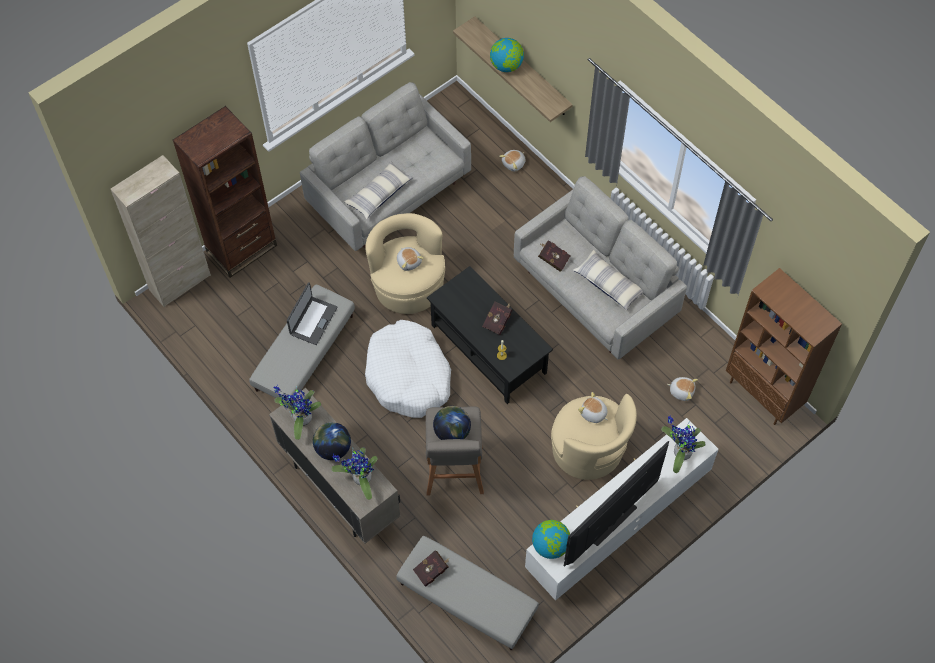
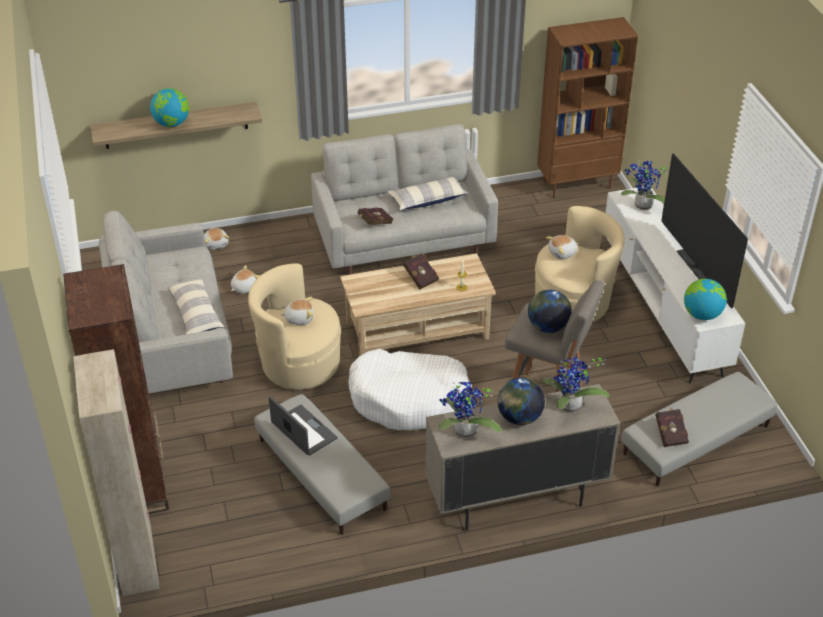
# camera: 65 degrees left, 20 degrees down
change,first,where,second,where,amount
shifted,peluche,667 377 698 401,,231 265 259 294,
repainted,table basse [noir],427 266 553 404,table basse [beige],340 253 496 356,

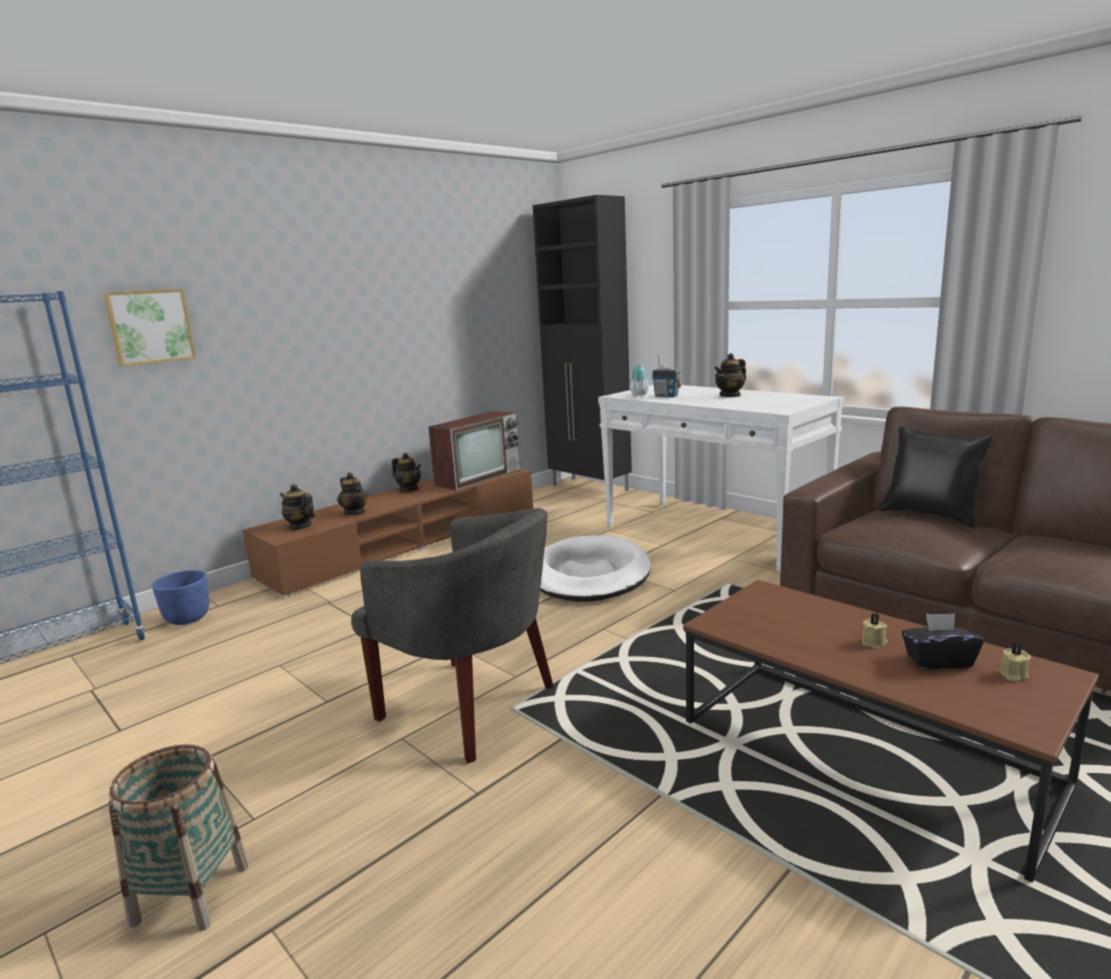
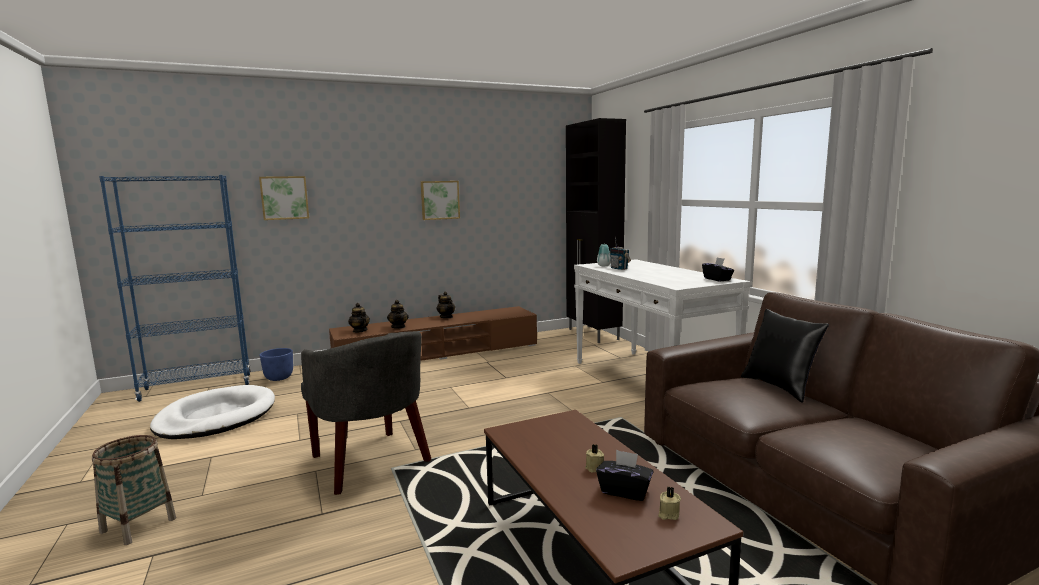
# camera: 20 degrees right, 5 degrees down
change,first,where,second,where,amount
shifted,panier pour chien [blanc],540 535 651 602,,150 385 275 439,
new,,,tableau,421 181 460 220,
new,,,boîte à mouchoirs [noir],702 257 734 281,
gone,téléviseur,428 411 520 490,,,
gone,théière,714 353 746 397,,,

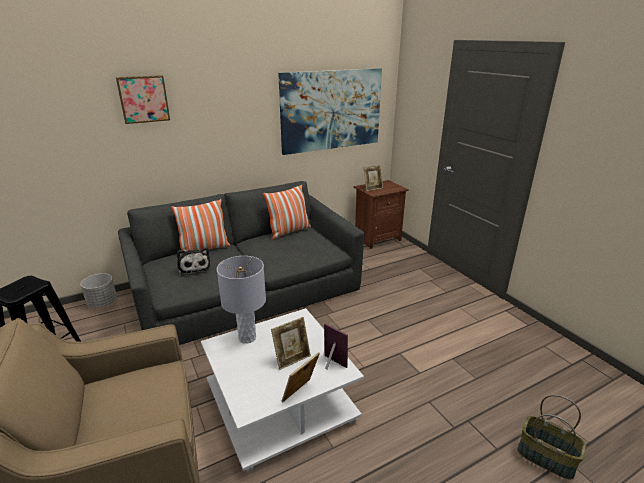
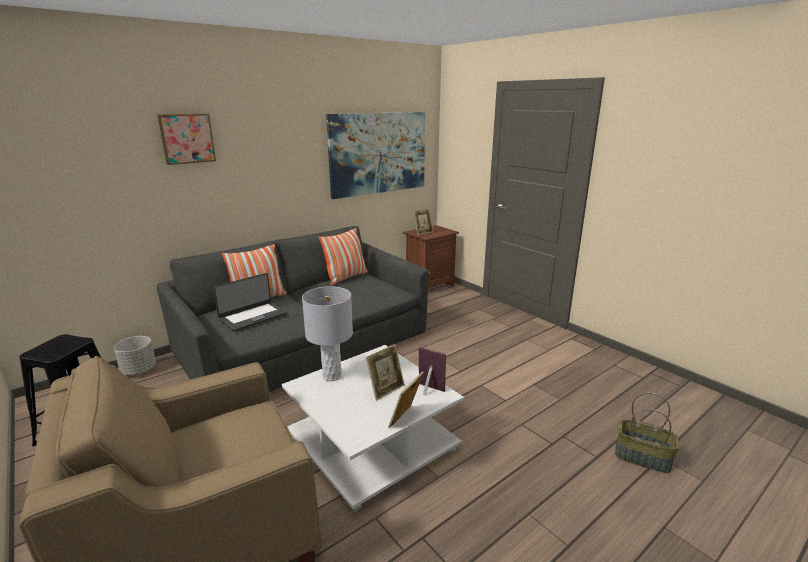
# camera: 10 degrees left, 5 degrees down
change,first,where,second,where,amount
swapped,peluche,177 248 211 276,ordinateur portable,213 273 287 331,

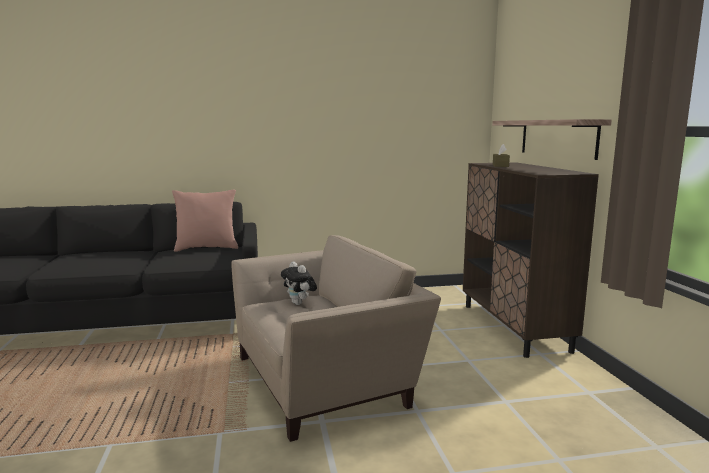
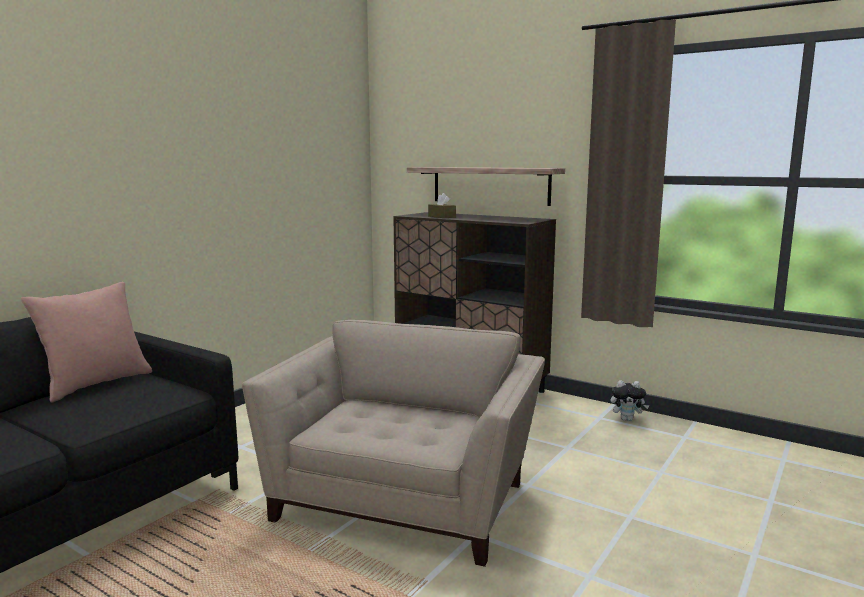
# camera: 45 degrees left, 0 degrees up
change,first,where,second,where,amount
shifted,peluche,281 261 317 305,,611 380 649 421,

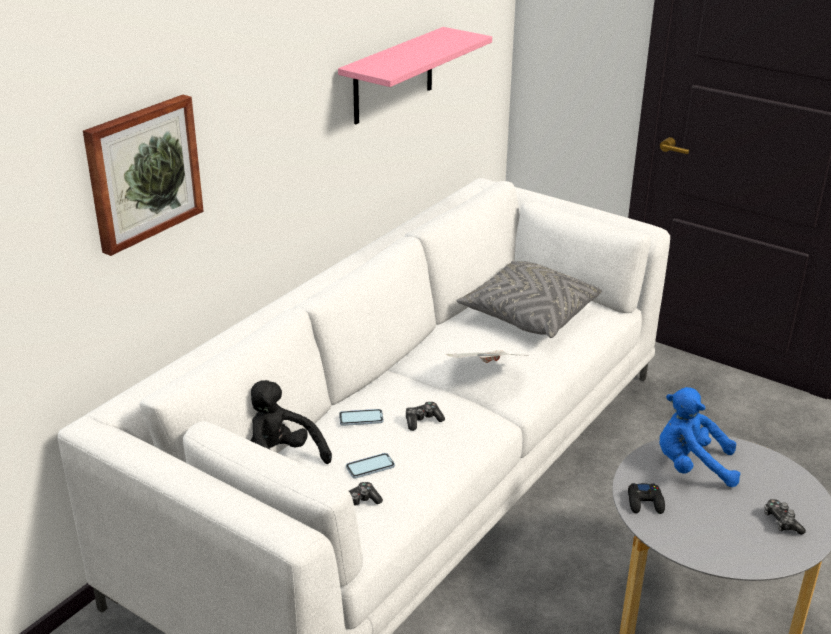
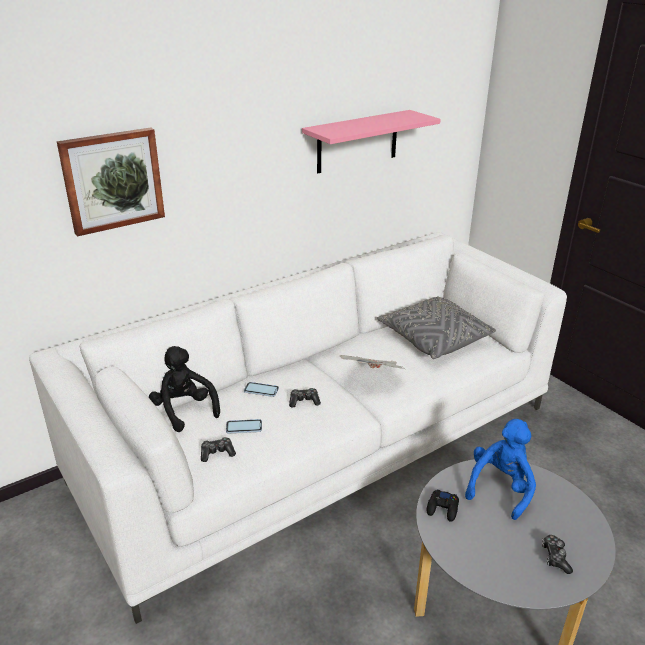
# camera: 20 degrees right, 0 degrees up
change,first,where,second,where,amount
rotated,peluche [bleu],659 387 741 487,,465 419 536 520,90 degrees clockwise

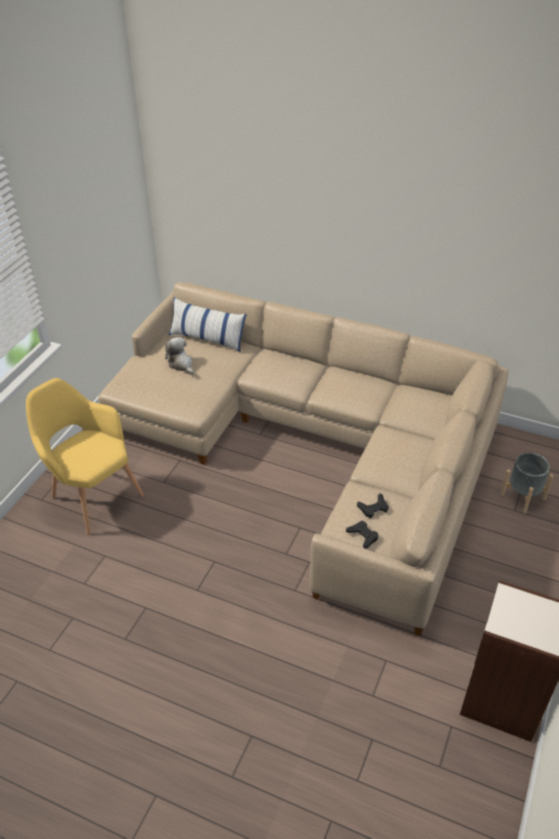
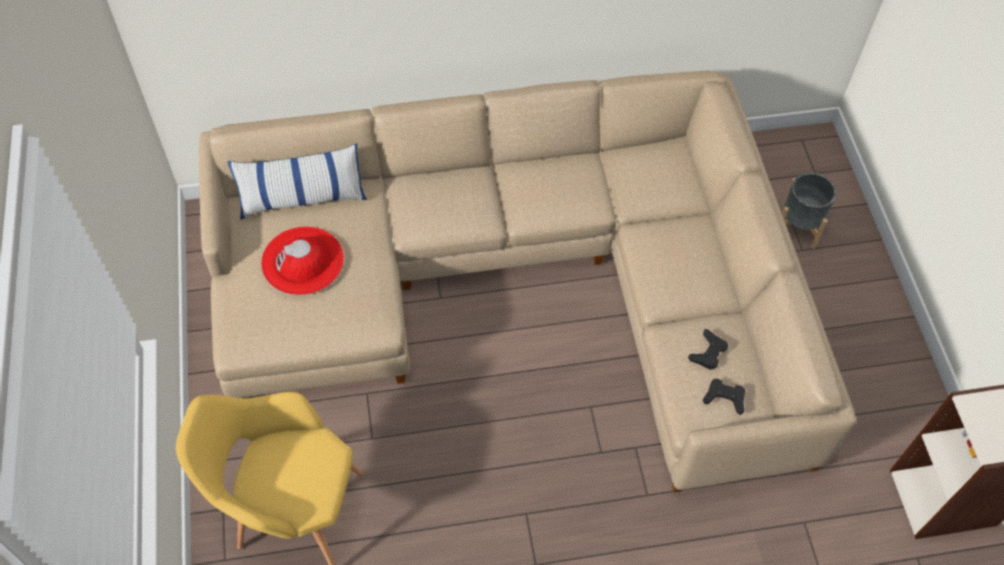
# camera: 35 degrees left, 15 degrees up
change,first,where,second,where,amount
swapped,peluche,165 337 194 375,chapeau [rouge],261 226 344 295,

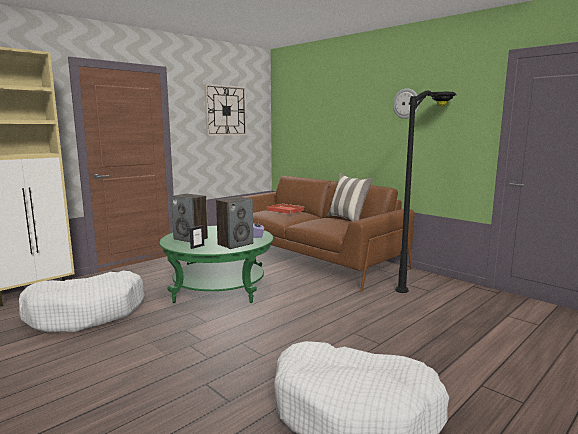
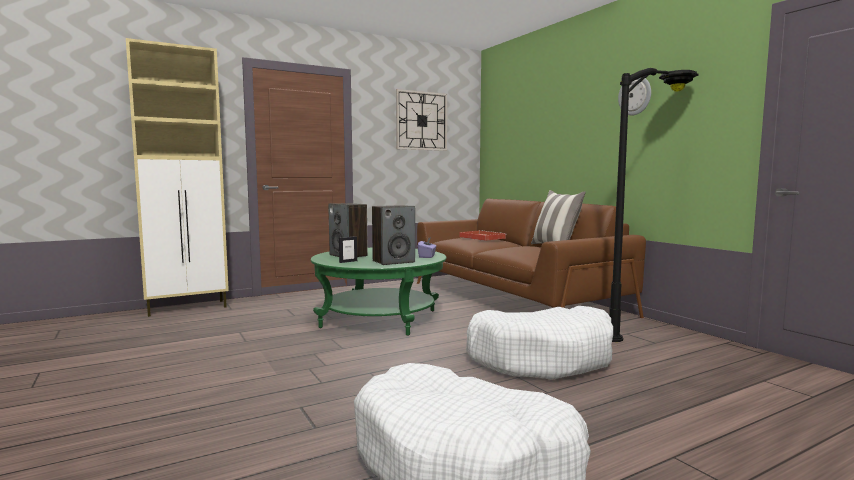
# camera: 15 degrees right, 5 degrees down
change,first,where,second,where,amount
shifted,panier pour chien [blanc],19 270 144 332,,466 306 613 380,

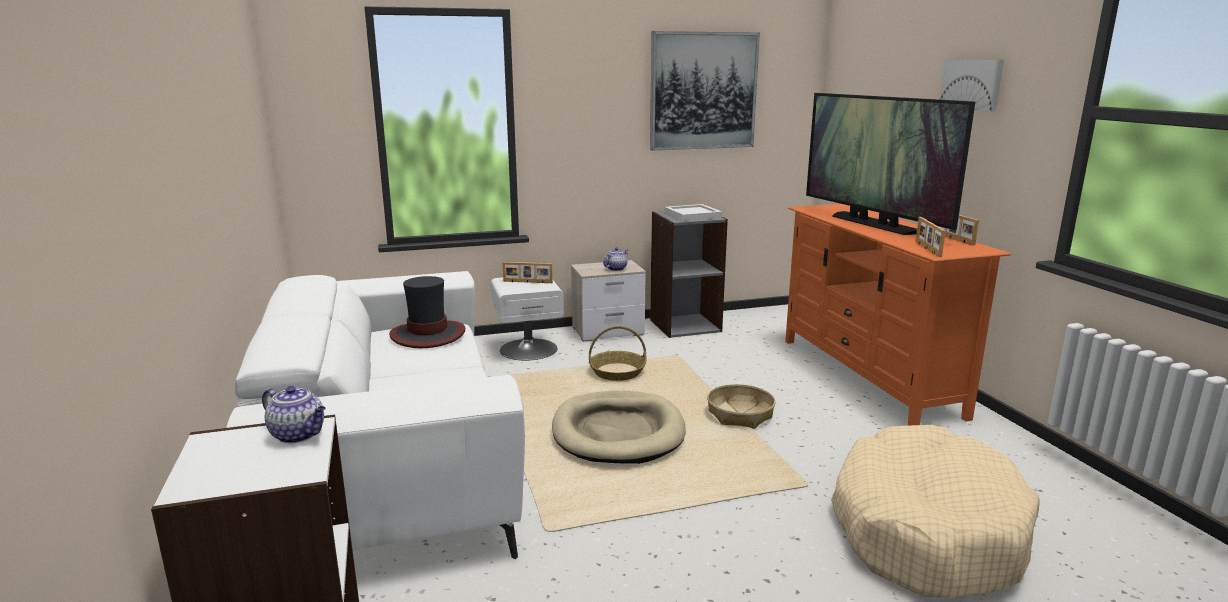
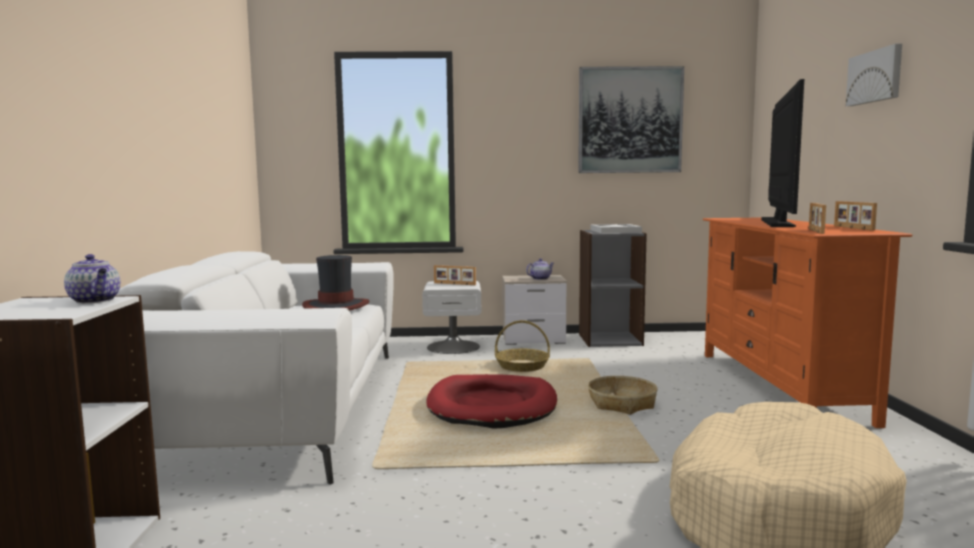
# camera: 15 degrees right, 10 degrees down
change,first,where,second,where,amount
repainted,panier pour chien [beige],552 391 686 464,panier pour chien [rouge],426 374 557 429,
rotated,téléviseur,806 93 975 235,,761 79 804 227,150 degrees counterclockwise

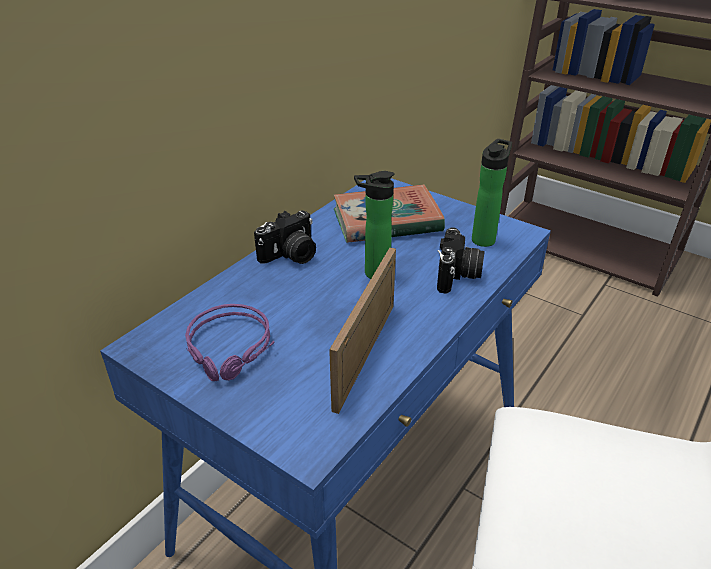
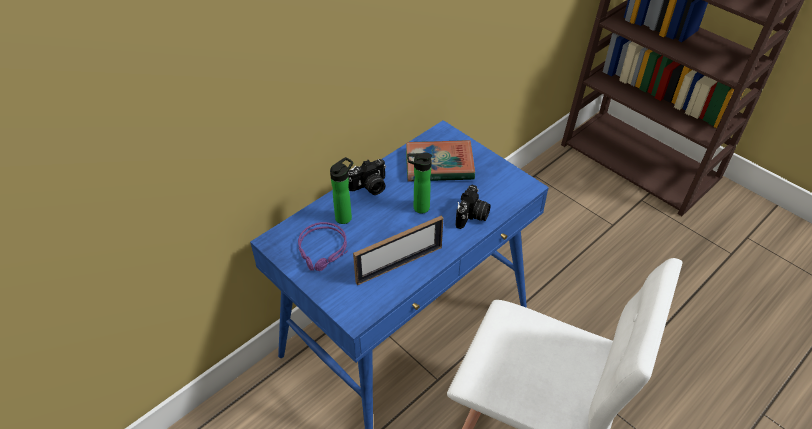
# camera: 10 degrees right, 10 degrees up
change,first,where,second,where,amount
shifted,bouteille,472 139 512 247,,330 157 353 224,
rotated,cadre photo,329 248 396 414,,353 216 443 285,150 degrees counterclockwise

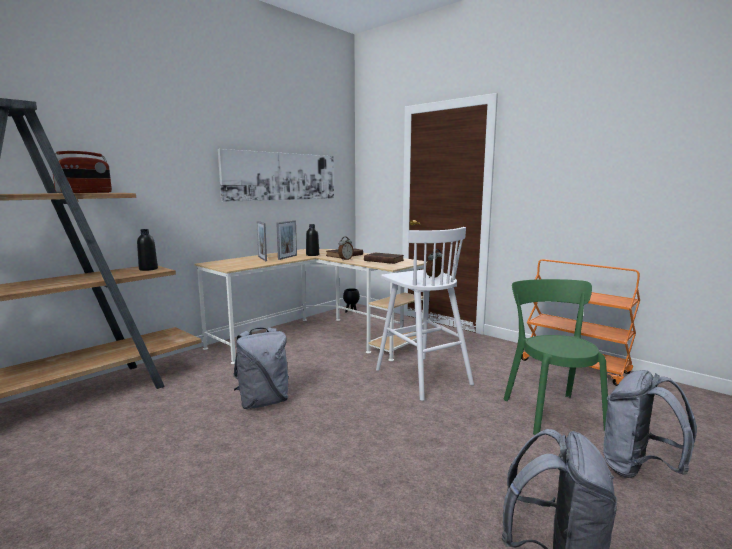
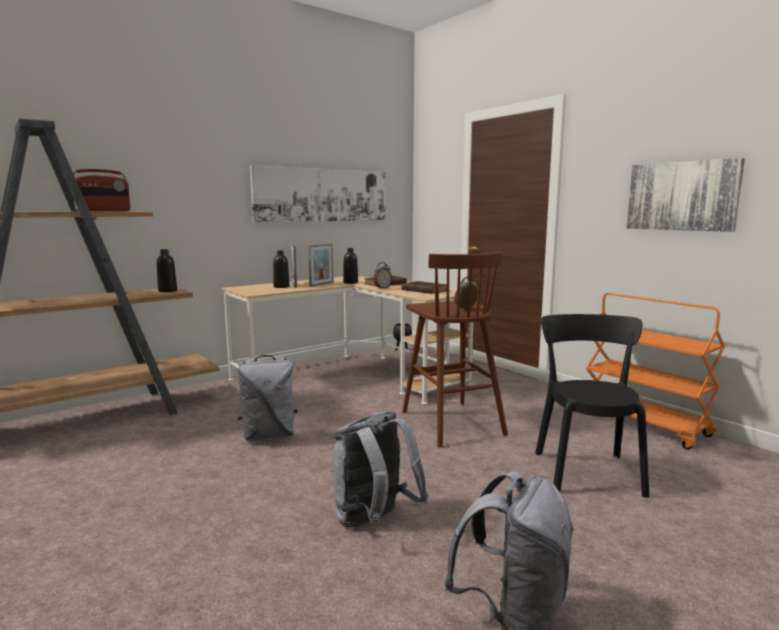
# camera: 10 degrees right, 0 degrees up
change,first,where,second,where,amount
new,,,bouteille [noir],273 250 290 288,
shifted,sac à dos [gris],603 370 697 478,,334 411 429 527,
repainted,tabouret [blanc],376 227 474 401,tabouret [marron],402 251 508 447,
repainted,chaise [vert],503 279 608 435,chaise [noir],535 314 650 498,
new,,,tableau,627 158 745 232,

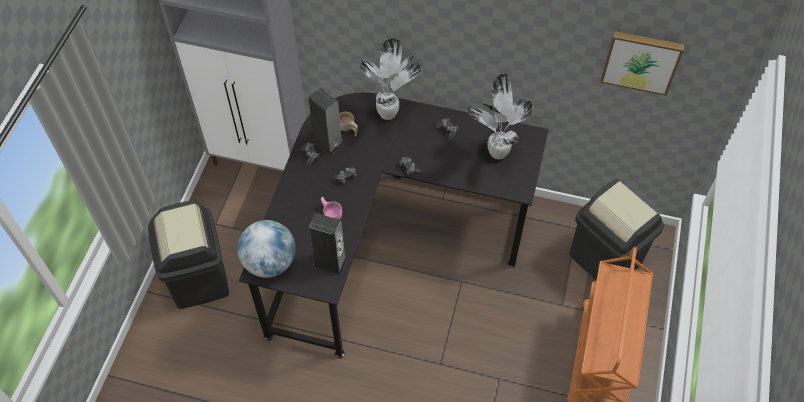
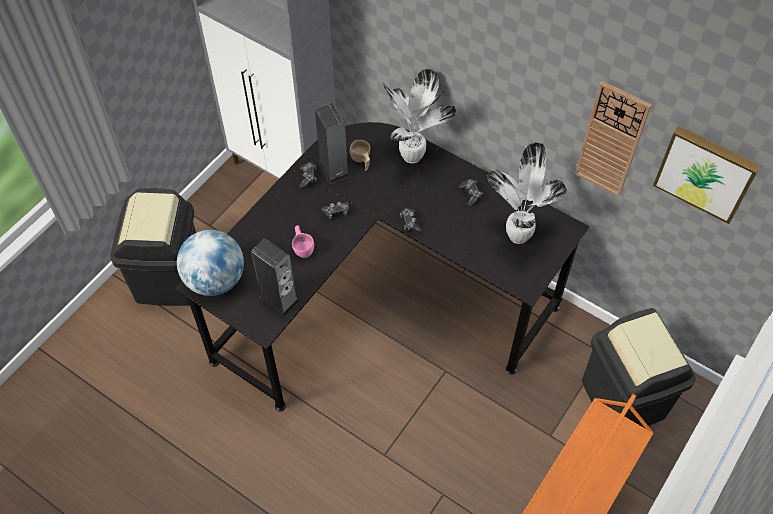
# camera: 20 degrees right, 0 degrees up
change,first,where,second,where,amount
new,,,horloge murale,575 81 652 196,

